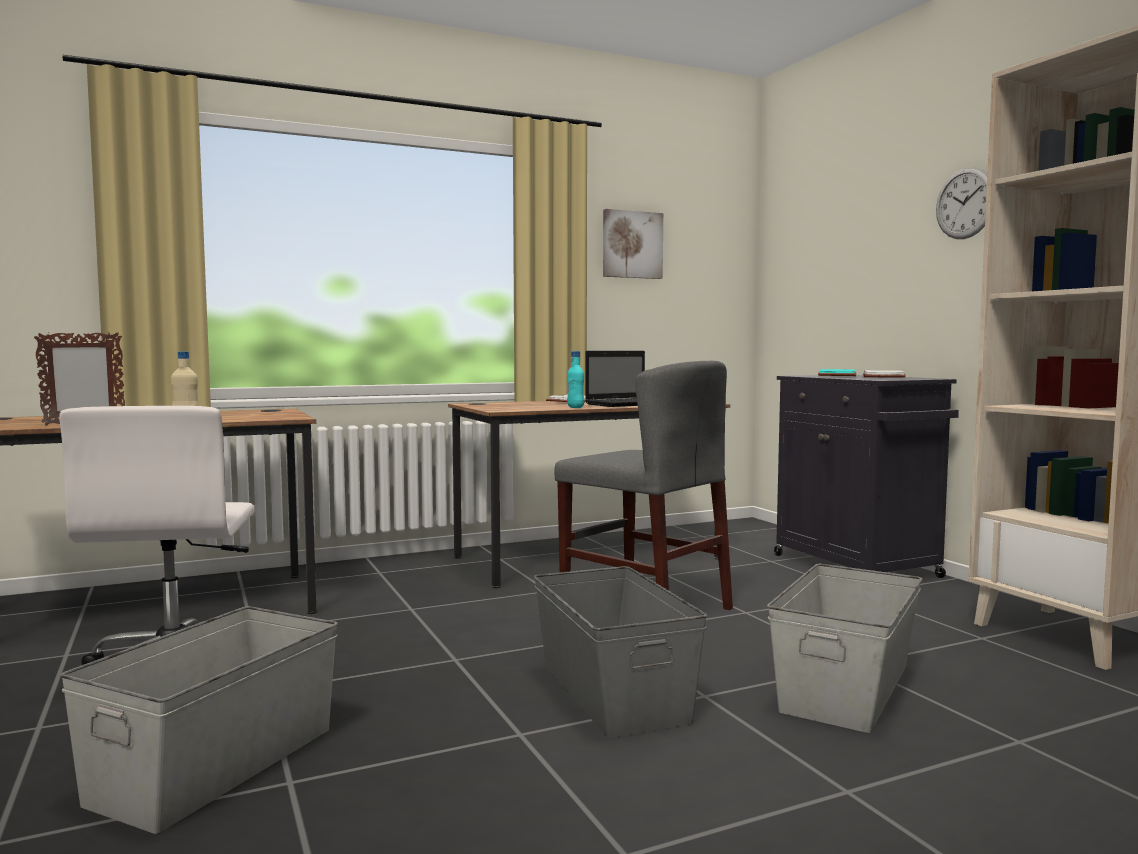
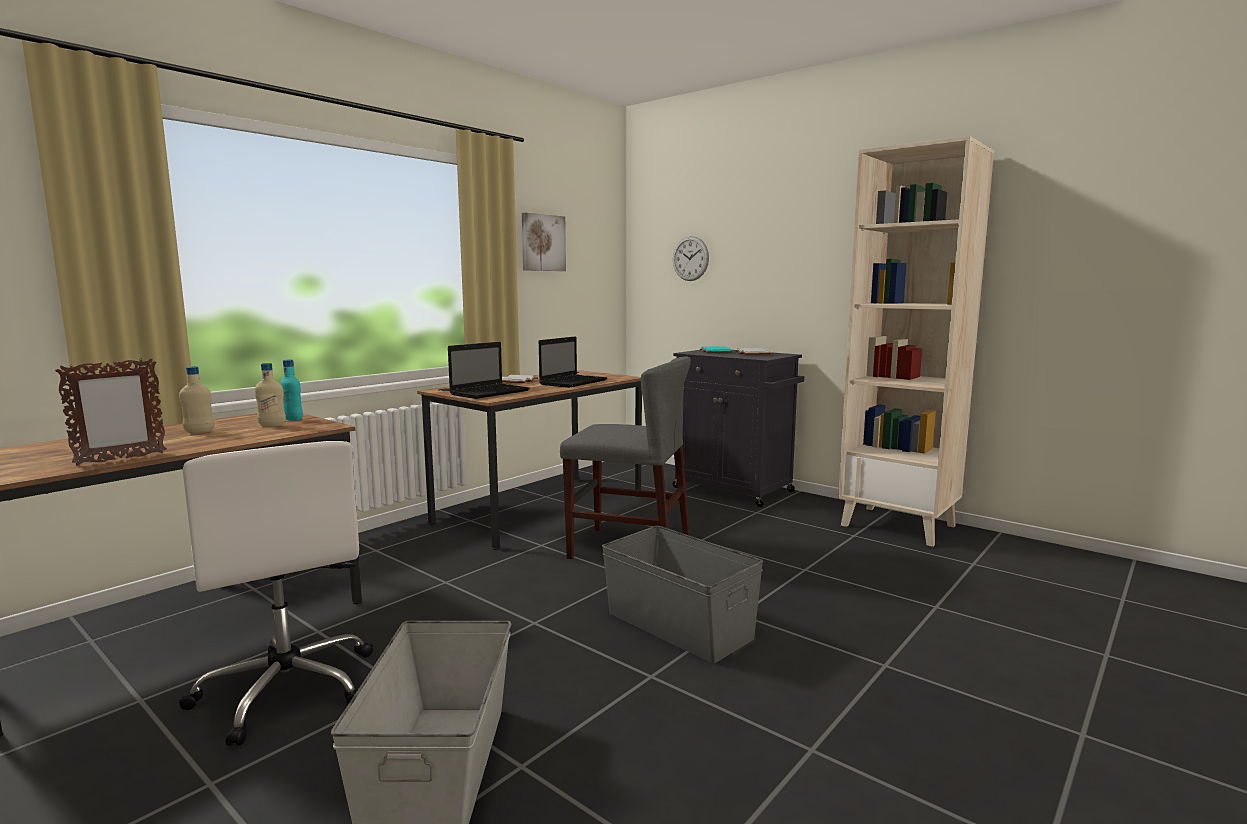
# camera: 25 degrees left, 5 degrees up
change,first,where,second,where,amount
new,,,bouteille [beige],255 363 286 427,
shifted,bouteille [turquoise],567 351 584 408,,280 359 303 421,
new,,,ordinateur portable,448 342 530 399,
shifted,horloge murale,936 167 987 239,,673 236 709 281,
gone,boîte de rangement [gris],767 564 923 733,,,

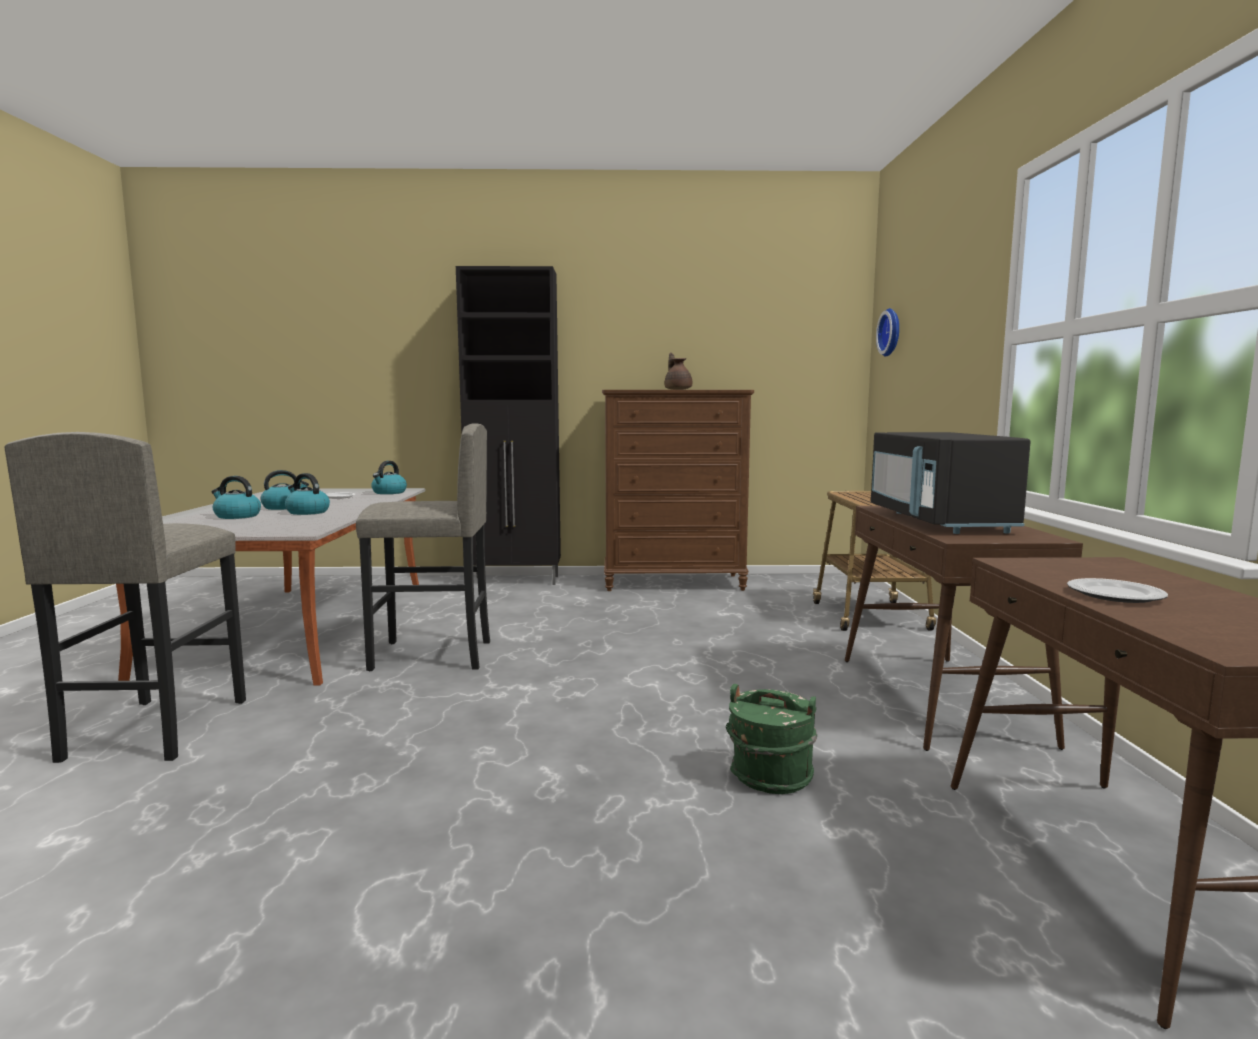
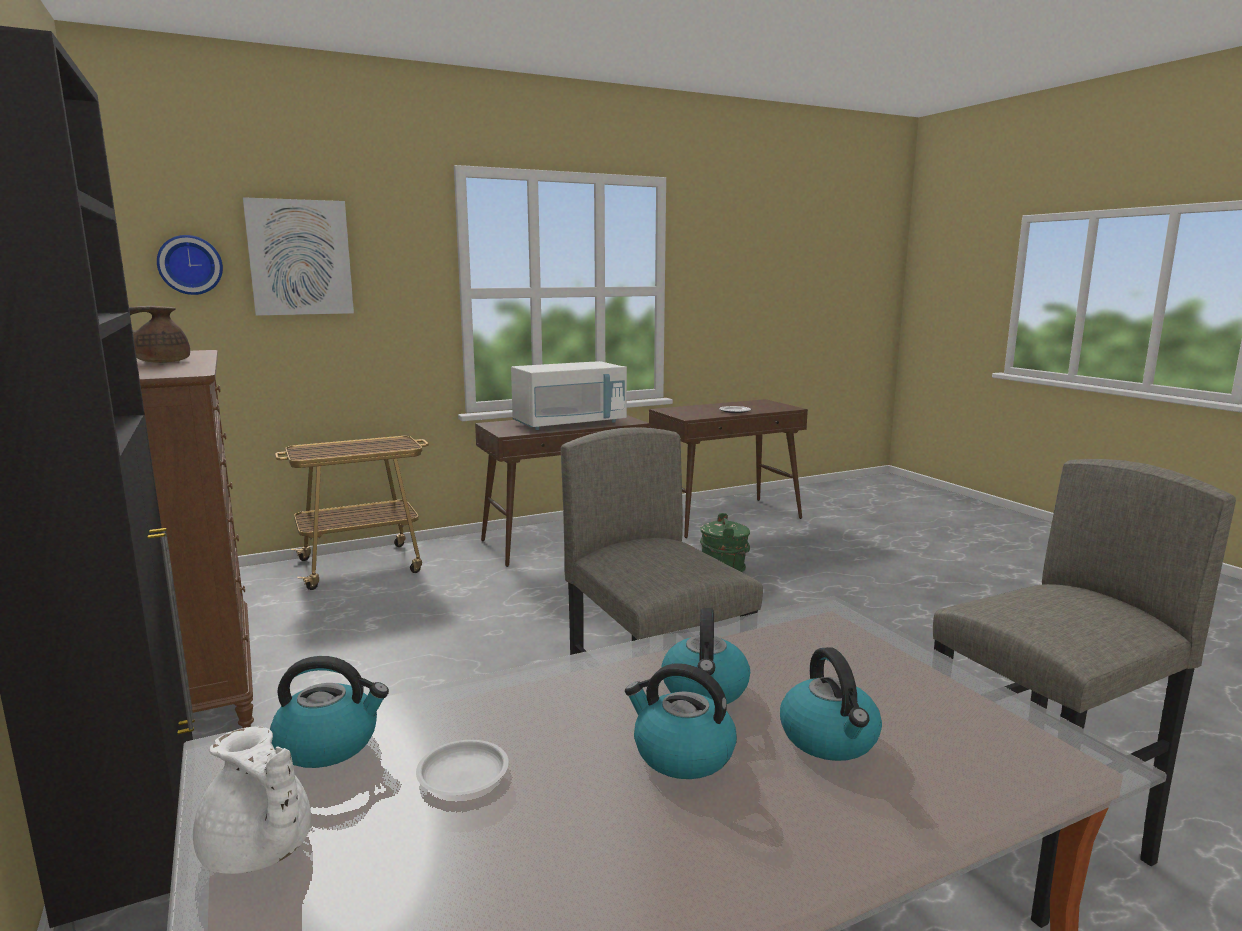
# camera: 115 degrees left, 5 degrees up
change,first,where,second,where,amount
new,,,théière [blanc],193 727 311 874,
new,,,tableau,243 197 354 316,
repainted,micro-ondes [noir],871 432 1031 534,micro-ondes [blanc],511 361 627 430,

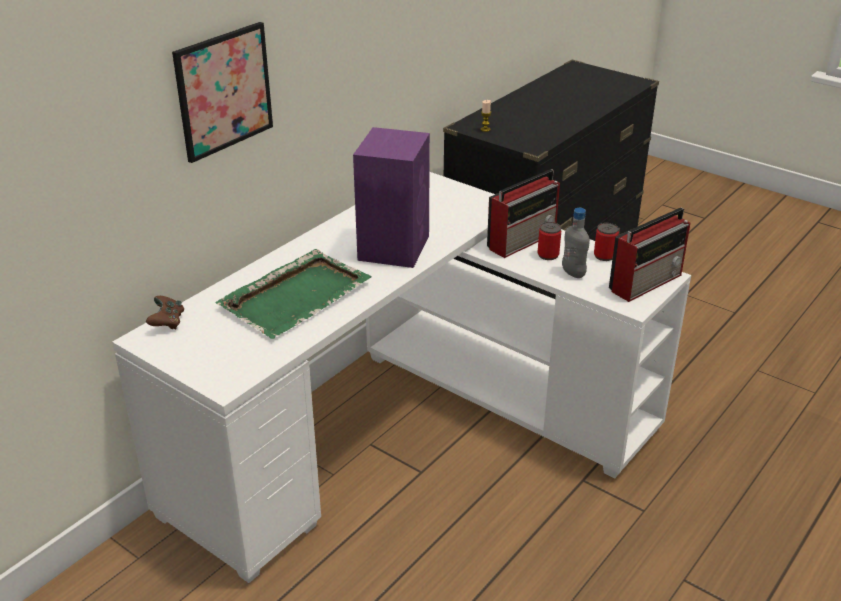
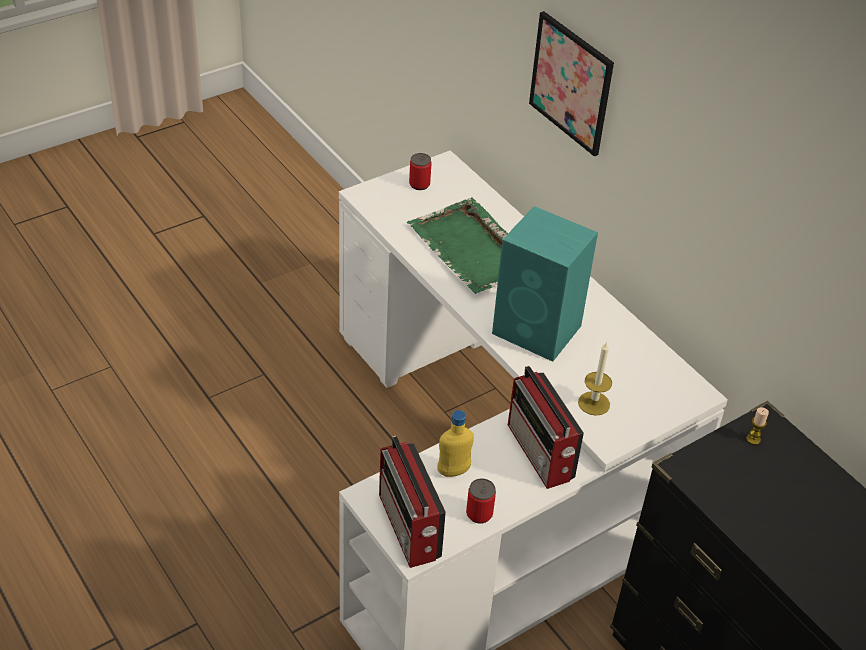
# camera: 105 degrees right, 10 degrees up
change,first,where,second,where,amount
shifted,boîte métallique,537 222 561 260,,409 153 431 190,
repainted,bouteille [gris],562 208 590 278,bouteille [jaune],437 410 474 477,
repainted,enceinte [violet],353 127 430 268,enceinte [turquoise],492 206 598 362,
new,,,bougie,578 342 612 416,
gone,manette [marron],146 296 184 330,,,

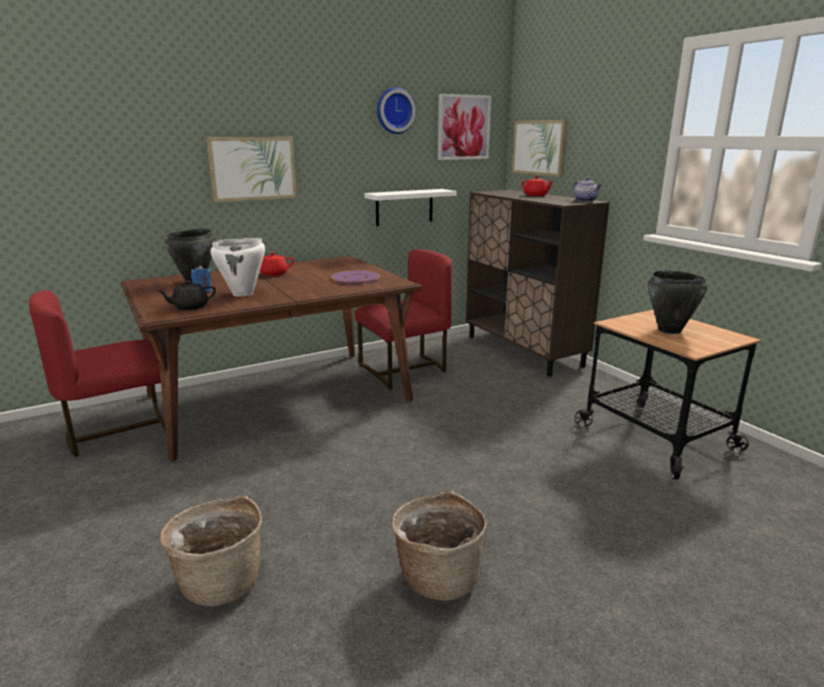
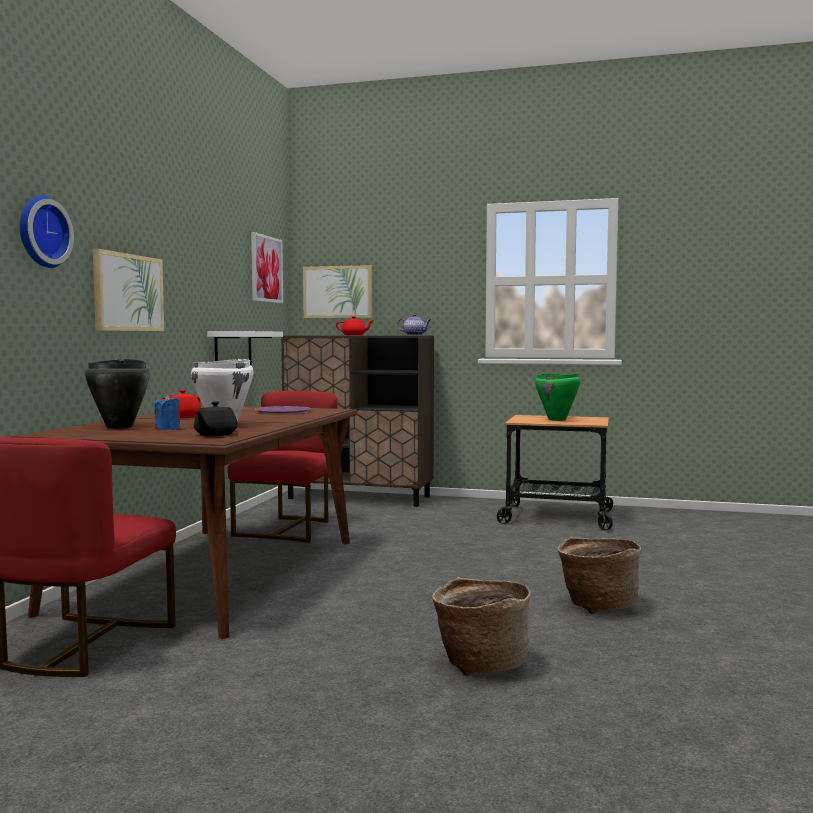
# camera: 45 degrees left, 15 degrees down
change,first,where,second,where,amount
shifted,horloge murale,377 87 415 134,,19 196 74 268,
repainted,marmite [noir],648 270 707 334,marmite [vert],535 373 580 421,

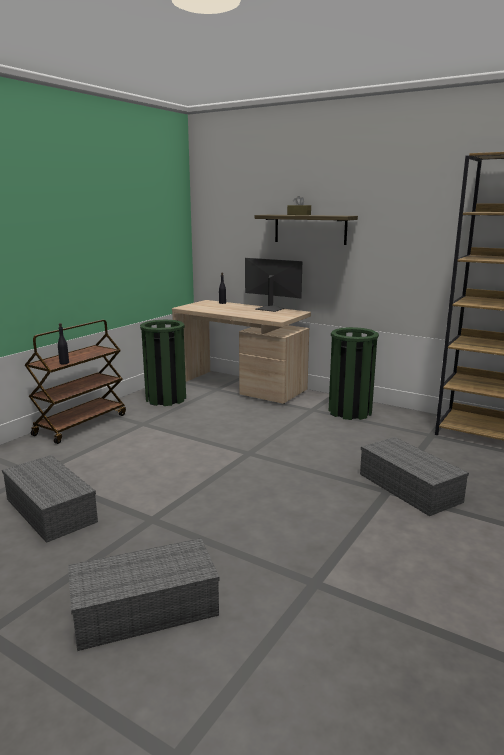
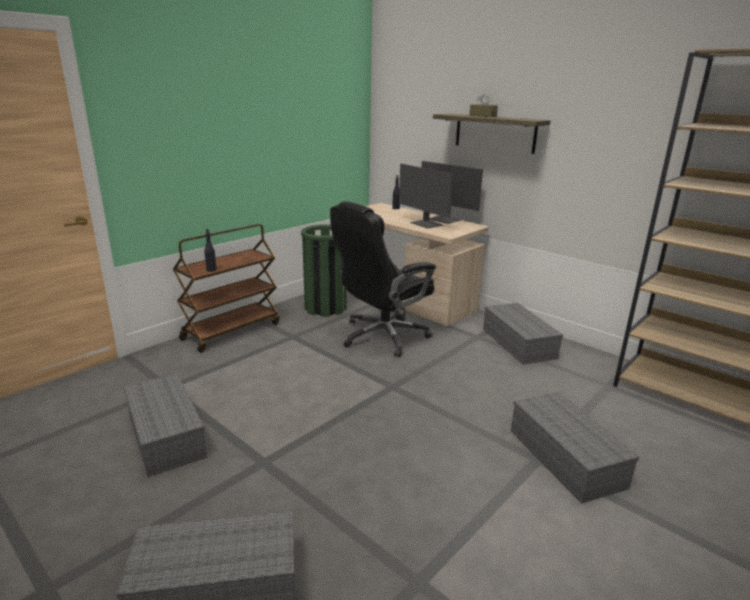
# camera: 10 degrees right, 5 degrees up
change,first,where,second,where,amount
new,,,chaise de bureau [noir],330 201 436 357,
new,,,écran d'ordinateur,399 164 453 228,
swapped,poubelle [vert],329 327 379 420,boîte de rangement [gris],483 303 563 365,

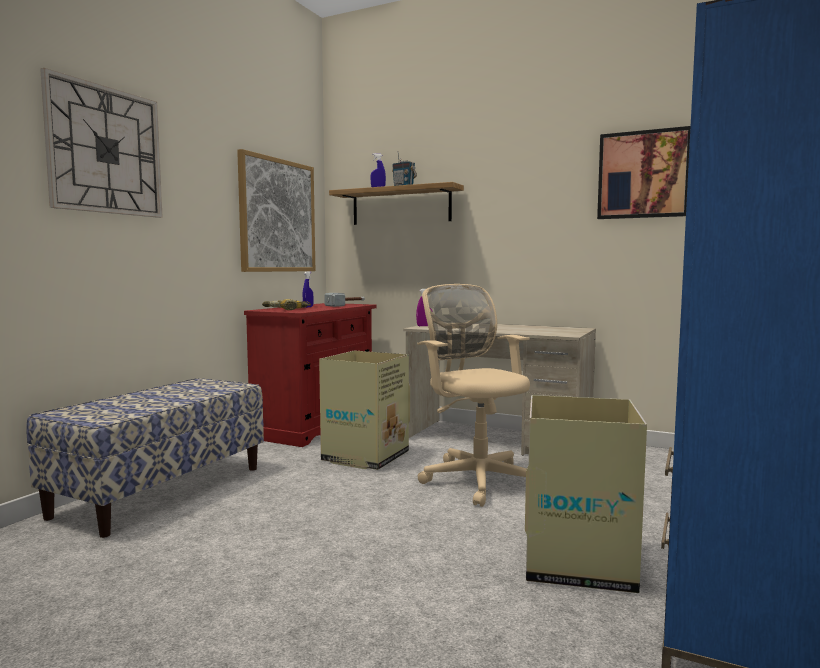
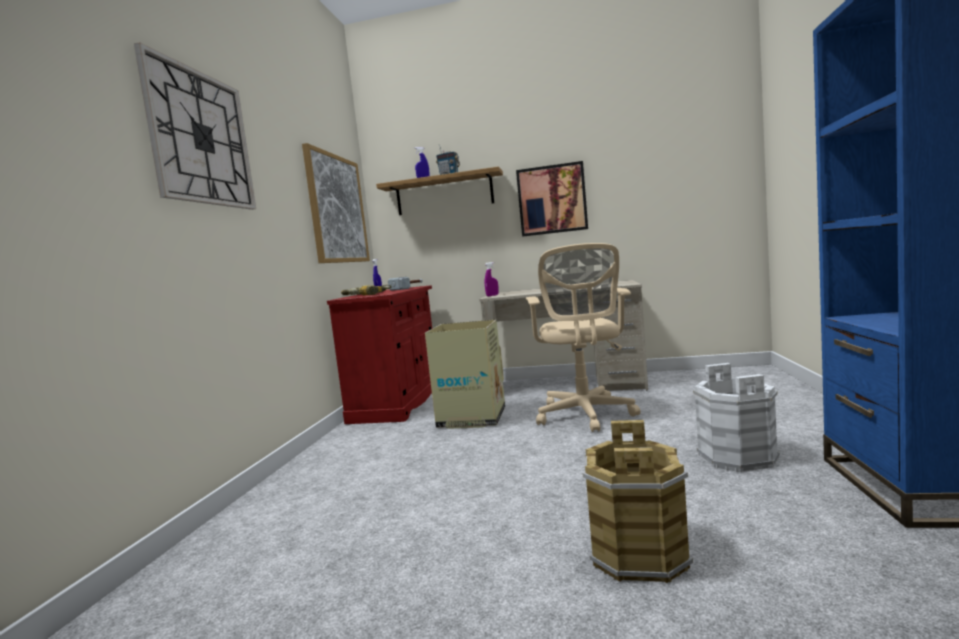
# camera: 15 degrees left, 0 degrees up
change,first,where,second,where,amount
shifted,tableau,597 126 691 219,,516 161 588 237,
rotated,chaise de bureau [beige],417 284 530 507,,526 243 641 432,135 degrees counterclockwise
new,,,seau [marron],583 420 693 583,
swapped,carton,525 395 647 593,seau [blanc],693 363 780 473,
gone,banc,26 378 264 538,,,

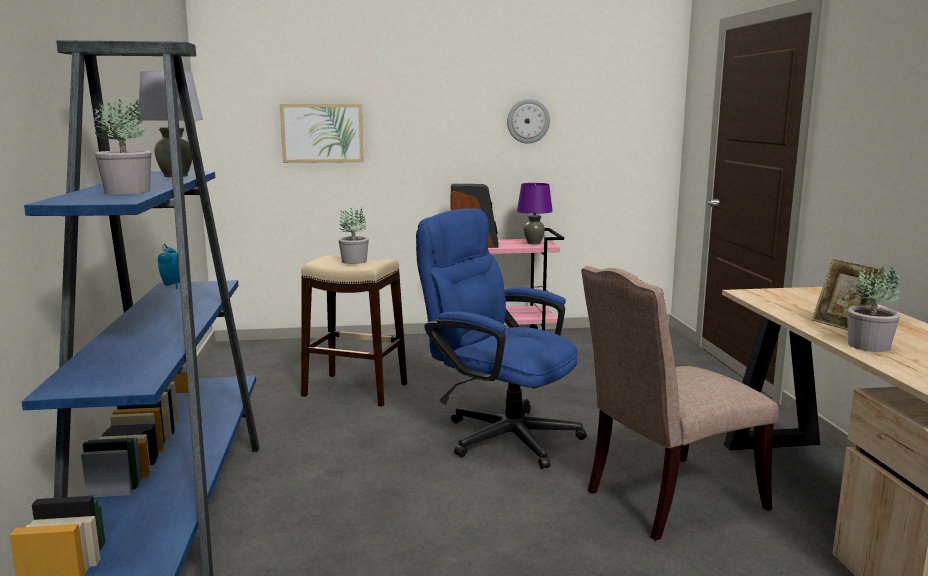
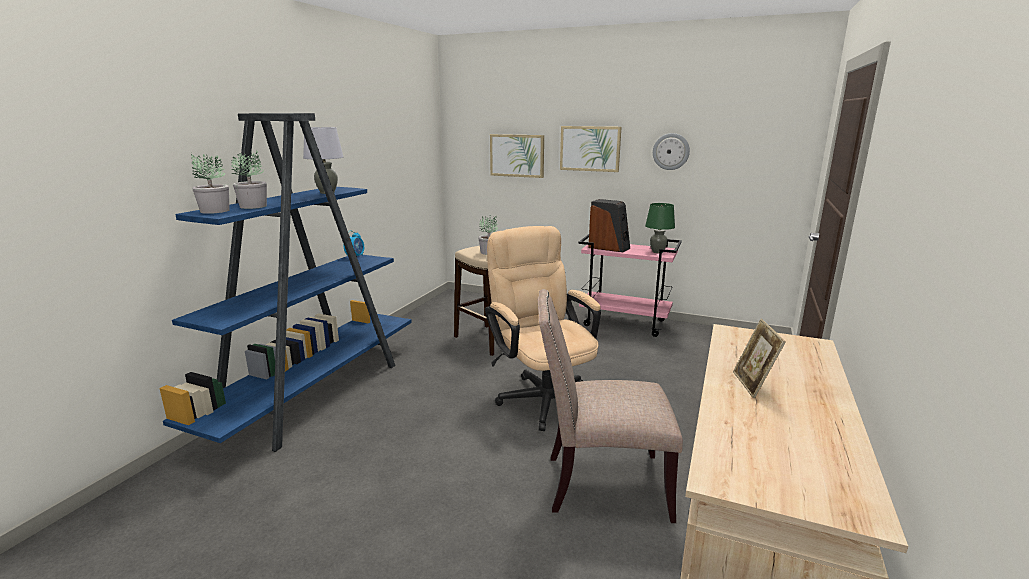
# camera: 30 degrees right, 5 degrees up
change,first,where,second,where,amount
shifted,plante en pot,847 267 900 352,,191 153 230 214,
repainted,chaise de bureau [bleu],416 208 587 469,chaise de bureau [beige],485 226 601 431,
new,,,tableau,560 126 621 172,
repainted,lampe de table [violet],517 183 553 245,lampe de table [vert],645 203 675 253,

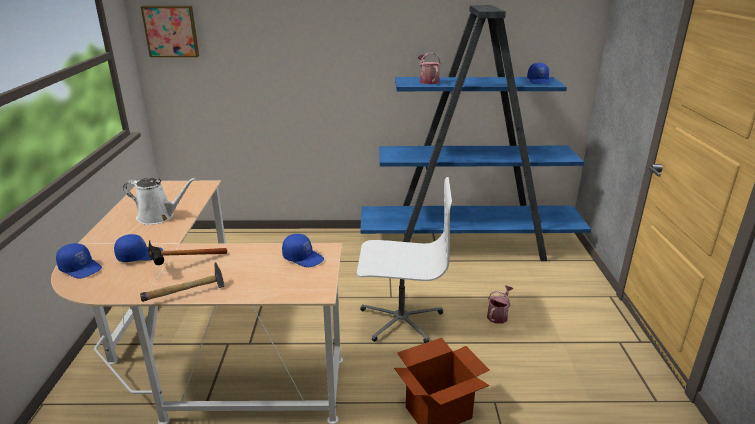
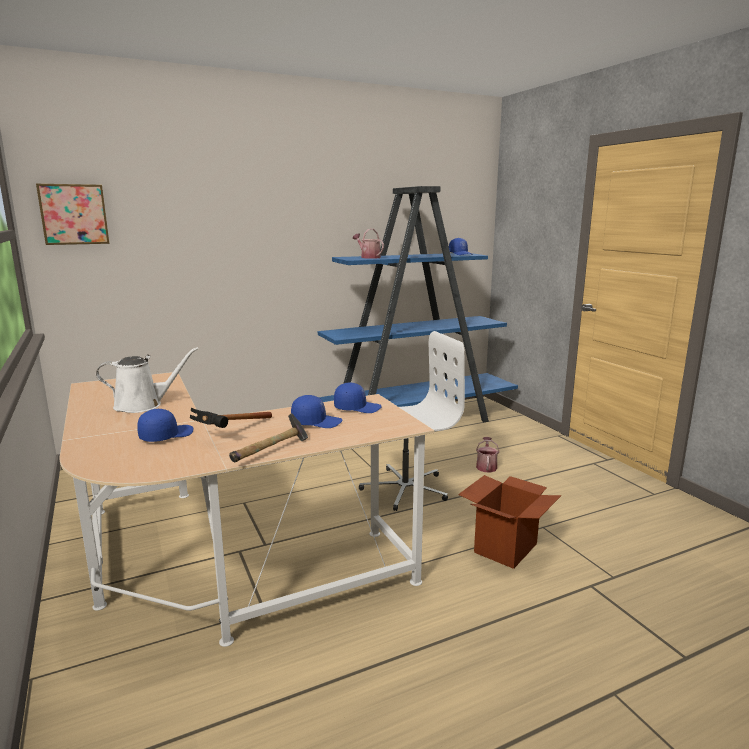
# camera: 25 degrees left, 10 degrees down
change,first,where,second,where,amount
shifted,casquette [bleu],56 243 102 279,,291 395 342 428,

